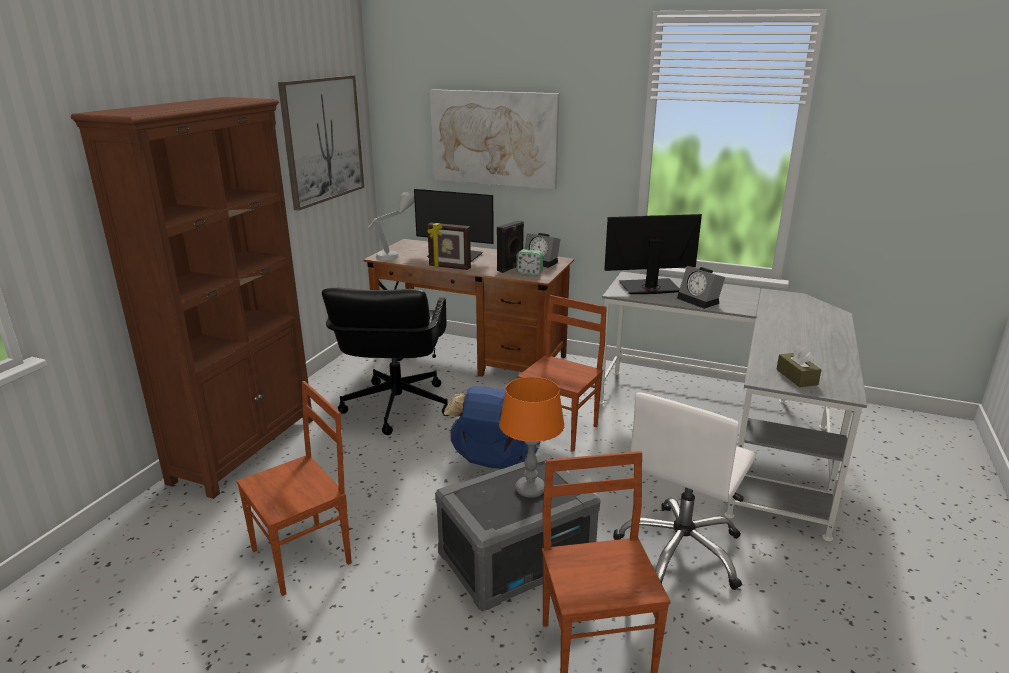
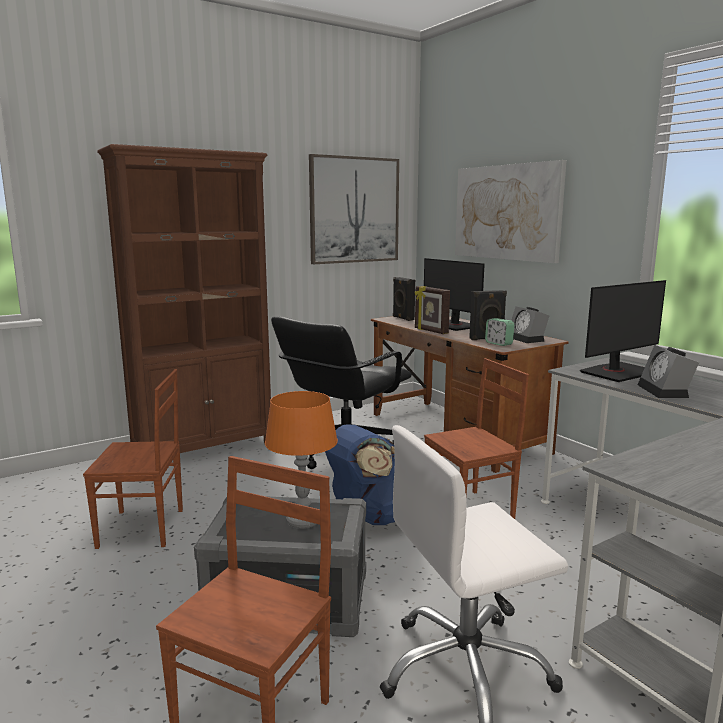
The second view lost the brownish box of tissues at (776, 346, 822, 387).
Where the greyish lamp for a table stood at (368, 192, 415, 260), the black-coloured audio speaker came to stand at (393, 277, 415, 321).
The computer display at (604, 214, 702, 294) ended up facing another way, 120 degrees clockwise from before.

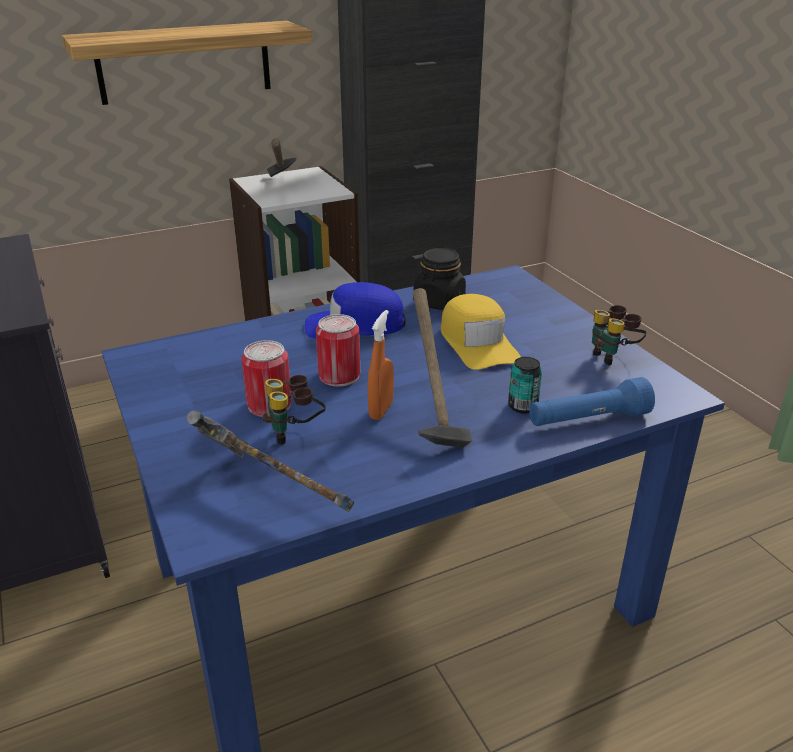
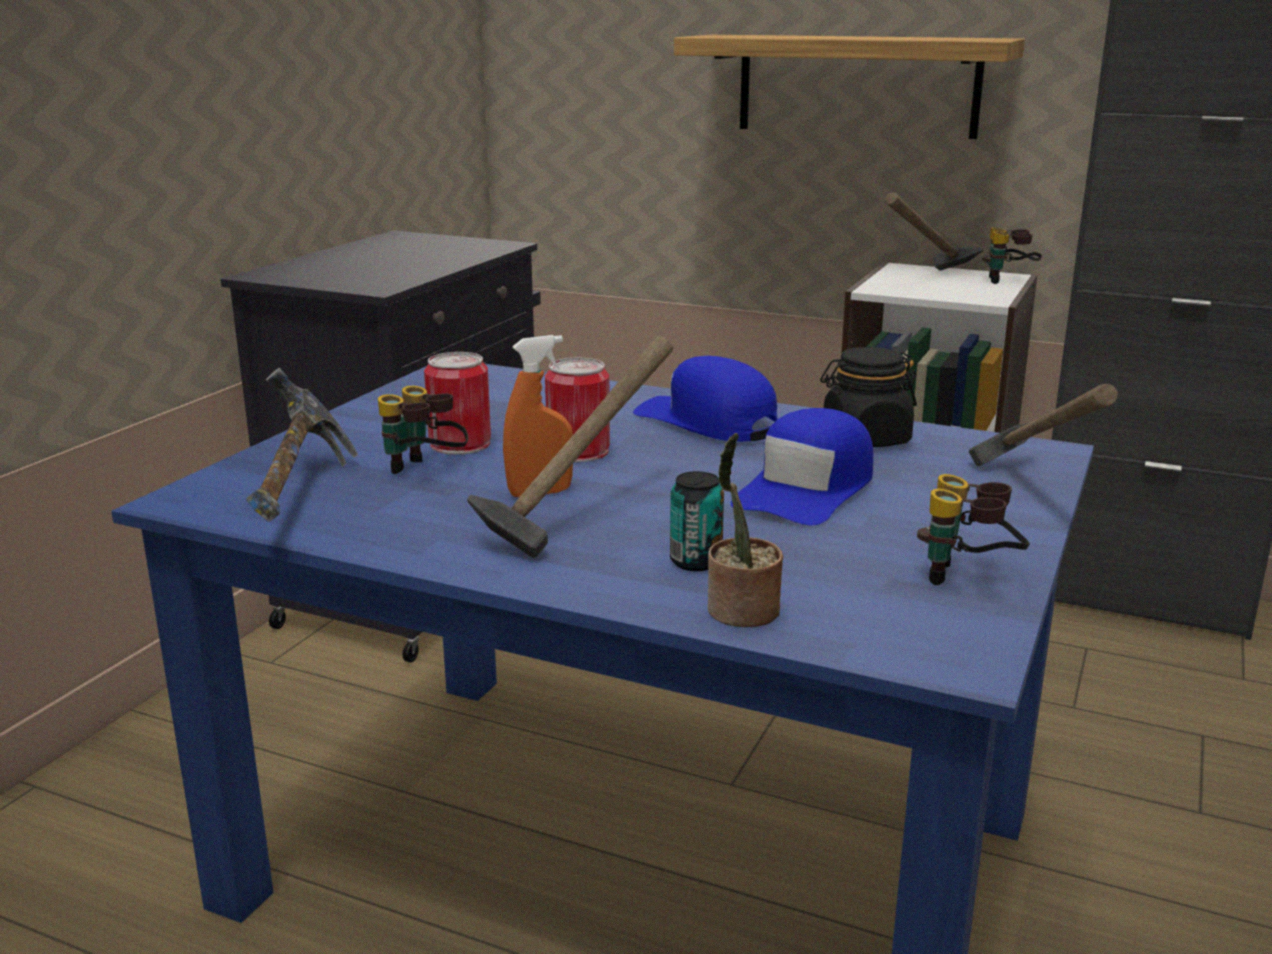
The second view gained the hammer at (968, 384, 1118, 466).
The second view gained the binoculars at (982, 227, 1042, 284).
Where the blue torch stood at (529, 377, 655, 426), the houseplant came to stand at (708, 433, 783, 627).
What was the yellow peaked cap at (441, 294, 521, 370) turned into the blue peaked cap at (731, 408, 873, 525).

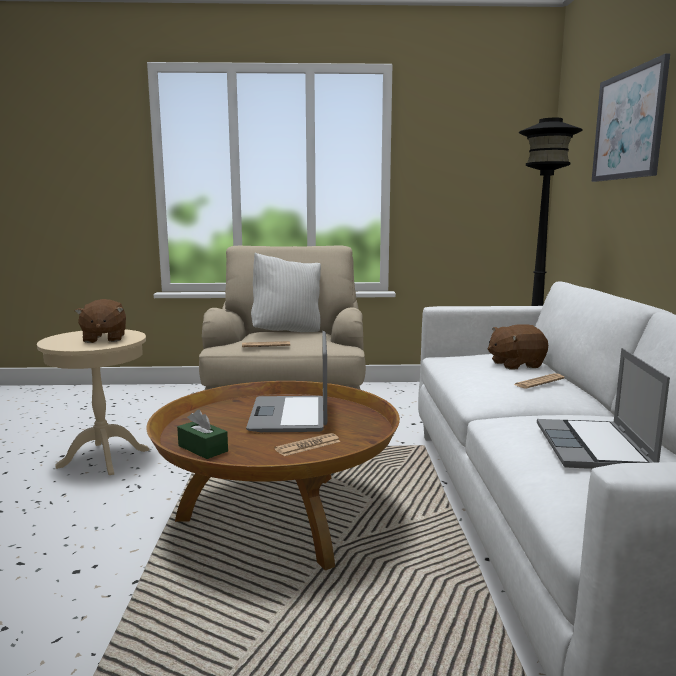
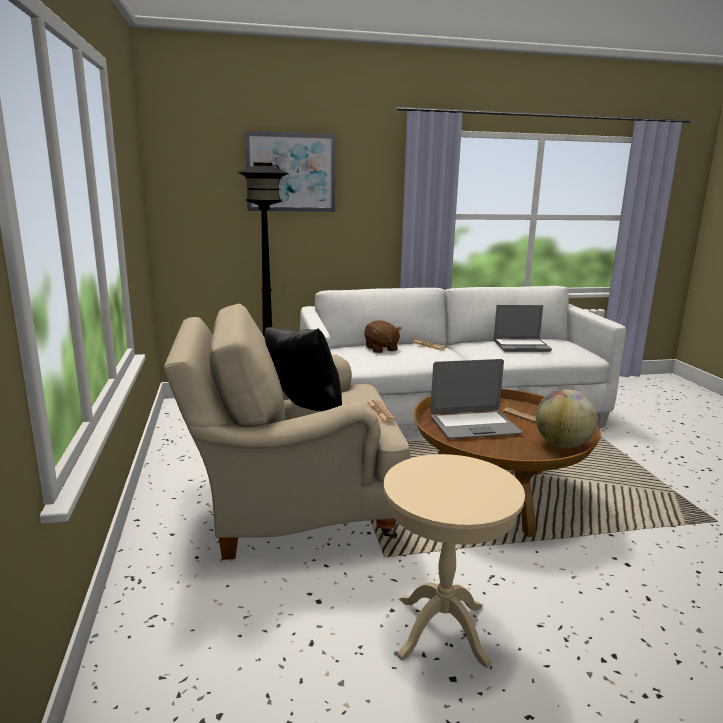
The second view lost the brownish plush toy at (75, 299, 126, 343).
Where the green box of tissues stood at (177, 409, 228, 459), the globe came to stand at (536, 389, 598, 448).
What was the white cushion at (251, 252, 321, 332) turned into the black-coloured cushion at (265, 327, 342, 411).

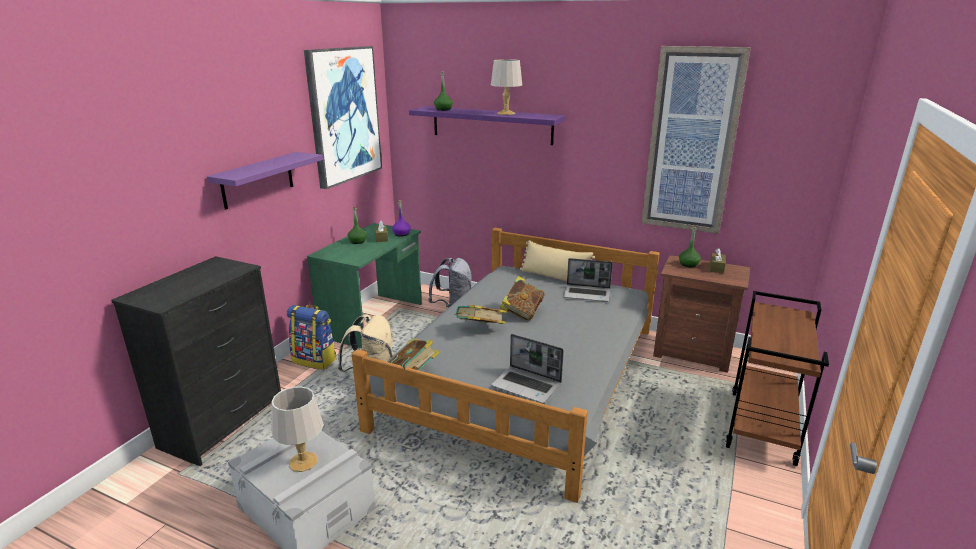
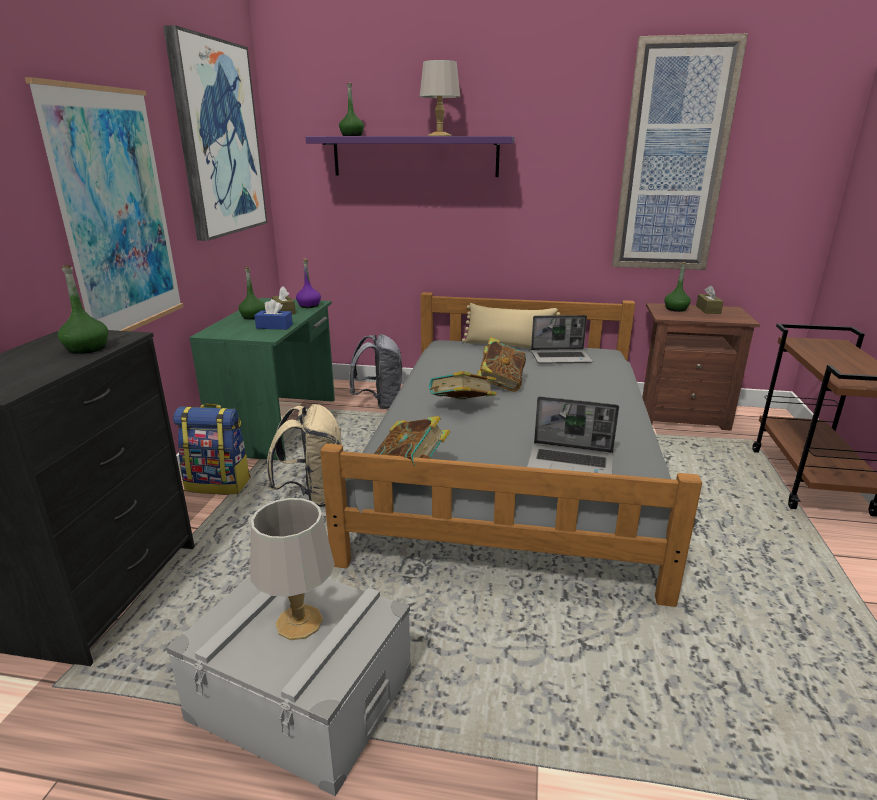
The second view gained the green bottle at (58, 265, 108, 354).
The second view gained the blue box of tissues at (254, 299, 293, 330).
Where the purple-coloured bracket shelf hung at (206, 152, 323, 210), the picture came to hang at (25, 77, 184, 331).

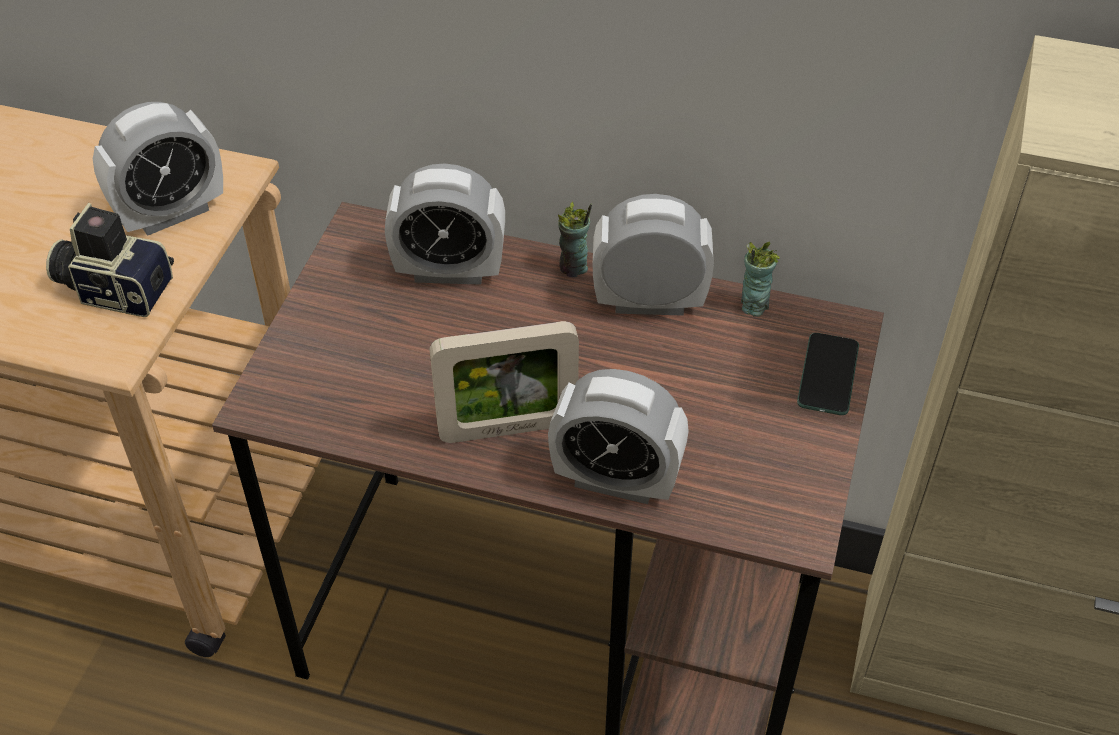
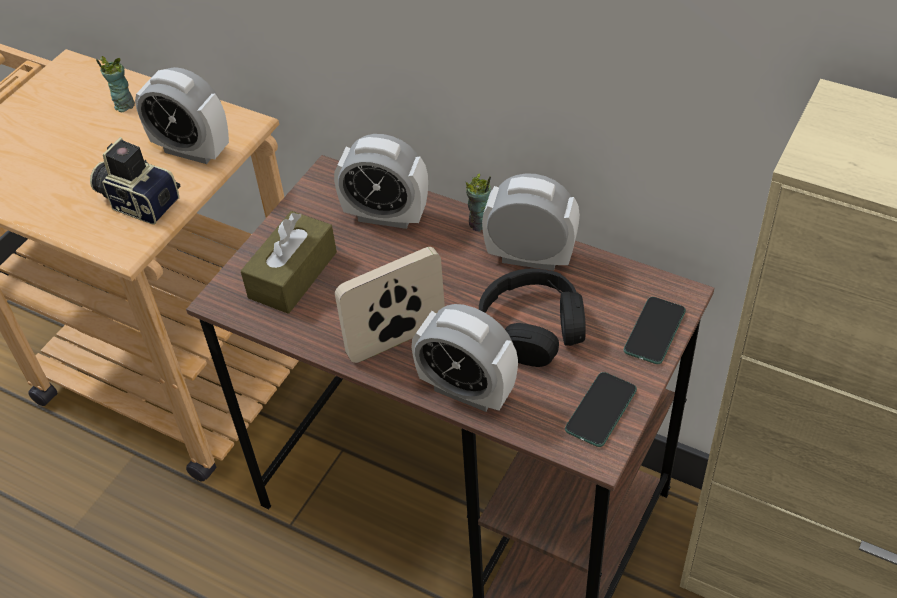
The second view gained the brownish box of tissues at (241, 211, 337, 314).
The second view gained the black-coloured headset at (479, 268, 586, 367).
The second view gained the phone at (565, 372, 637, 447).
The cup ended up elsewhere, having gone from (741, 242, 780, 317) to (96, 56, 135, 112).
The table clock at (93, 102, 223, 236) ended up facing another way, 45 degrees clockwise from before.
The picture frame at (430, 321, 579, 443) ended up facing another way, 150 degrees clockwise from before.

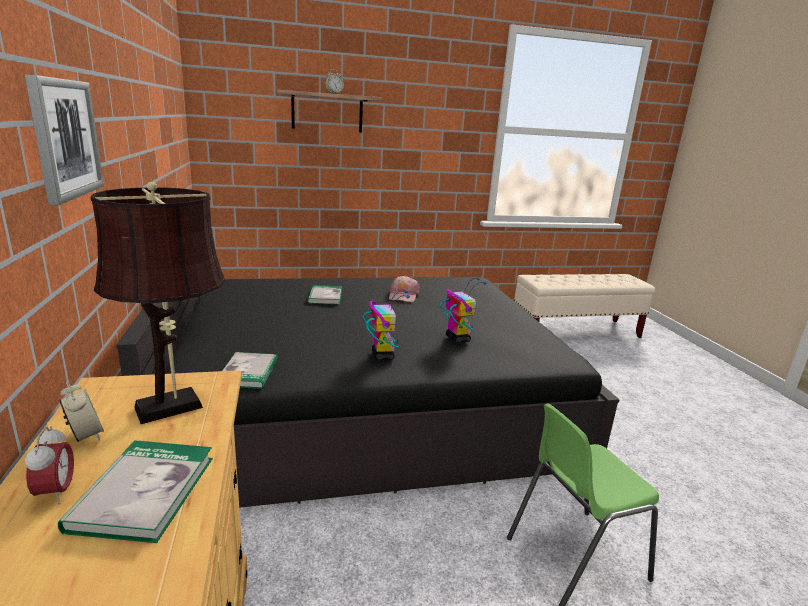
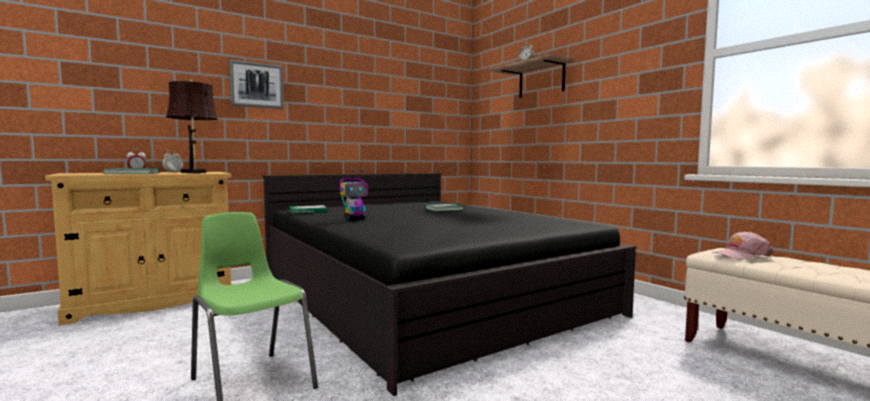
The second view lost the model robot at (440, 277, 487, 343).
The pinkish peaked cap ended up elsewhere, having gone from (389, 275, 420, 302) to (713, 231, 773, 260).

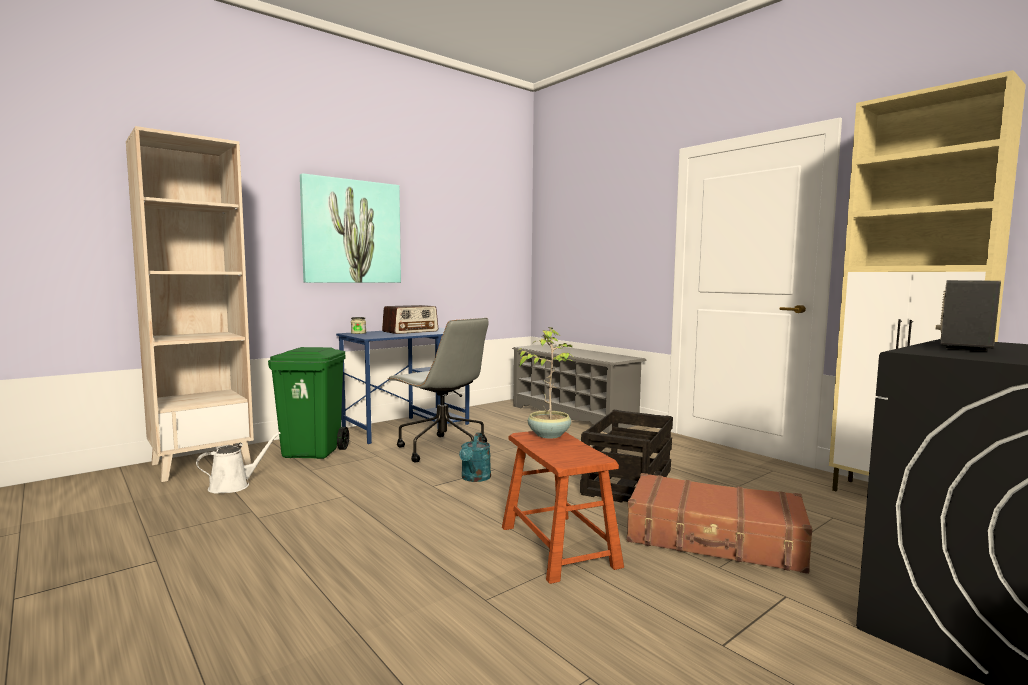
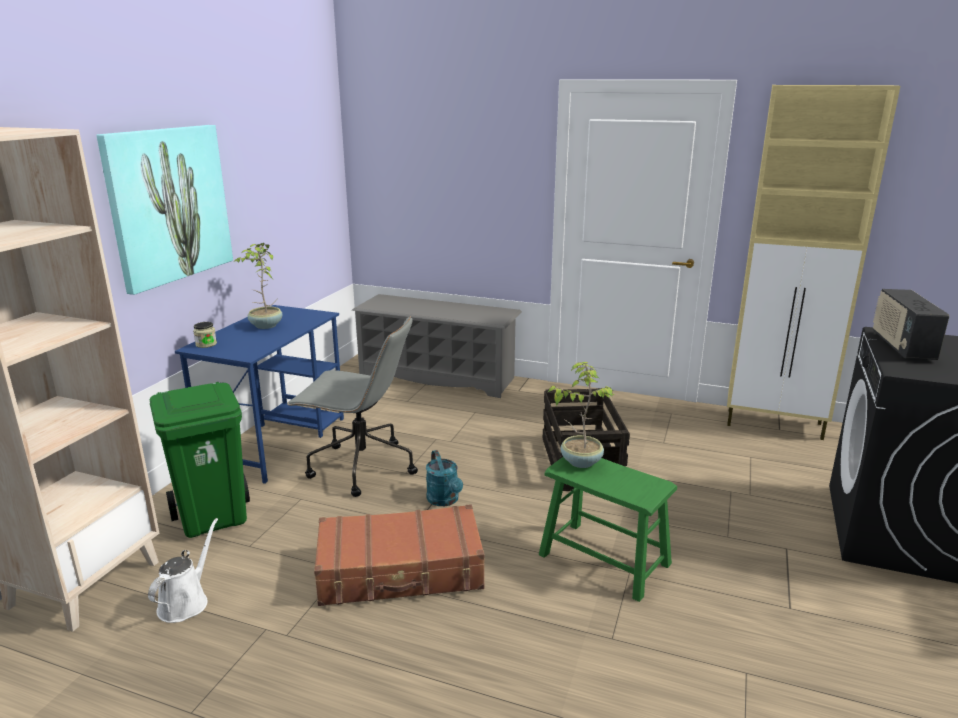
The brownish travel case ended up elsewhere, having gone from (627, 473, 812, 574) to (314, 504, 485, 606).
Where the radio stood at (382, 305, 438, 334), the houseplant came to stand at (235, 243, 282, 329).
What was the brownish sitting stool at (502, 431, 624, 584) turned into the green sitting stool at (539, 457, 677, 602).

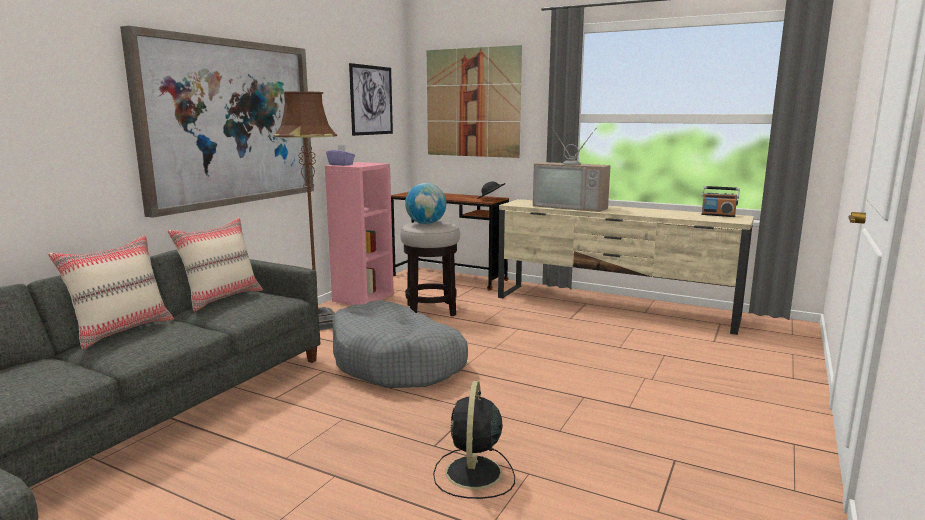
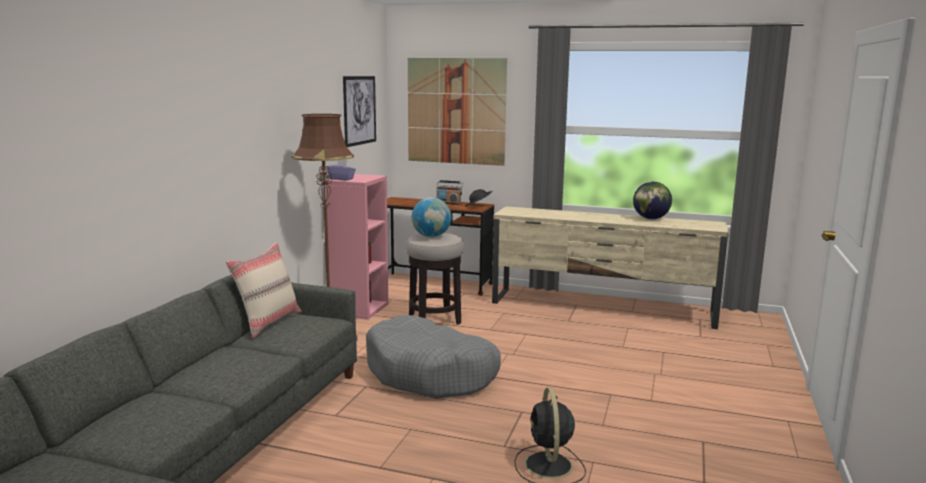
The second view lost the beige cushion at (48, 235, 174, 350).
The second view lost the picture at (120, 26, 314, 218).
The second view lost the TV set at (533, 128, 610, 212).
The second view gained the globe at (633, 182, 672, 219).
The radio ended up elsewhere, having gone from (701, 186, 740, 217) to (436, 180, 463, 205).

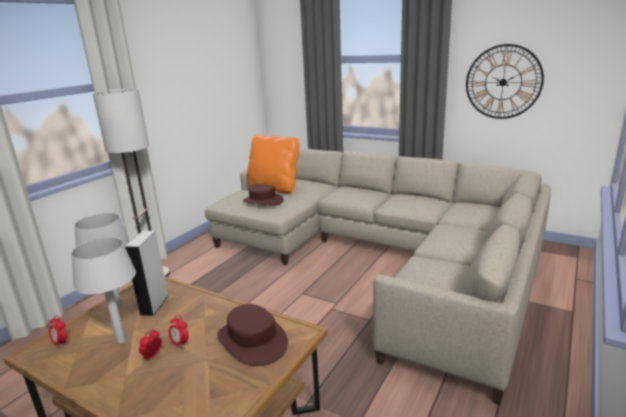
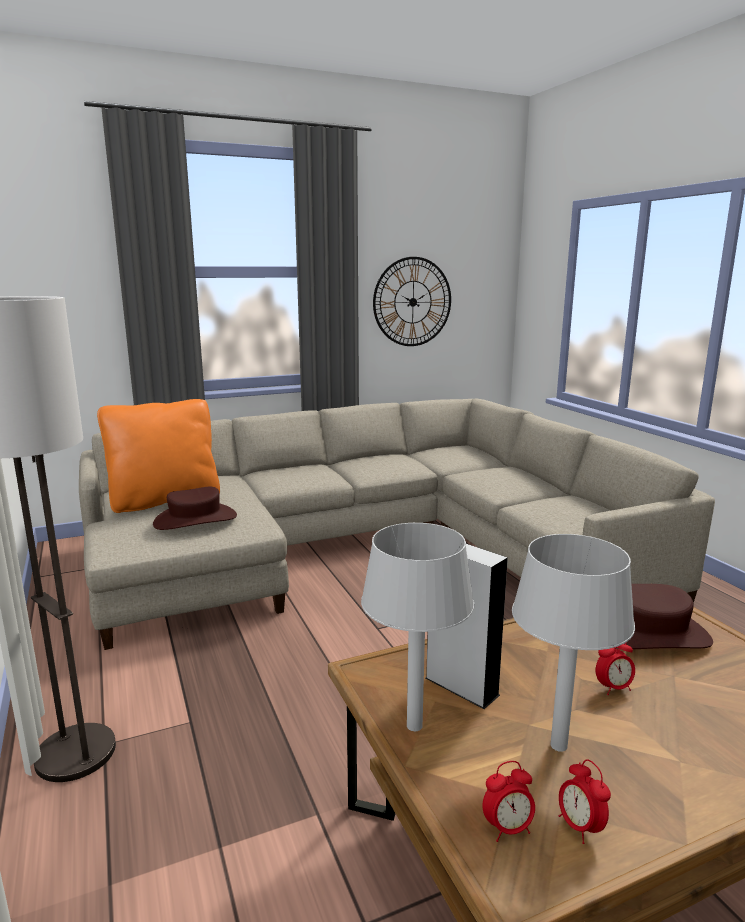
The table clock ended up elsewhere, having gone from (139, 329, 162, 360) to (558, 759, 611, 844).

